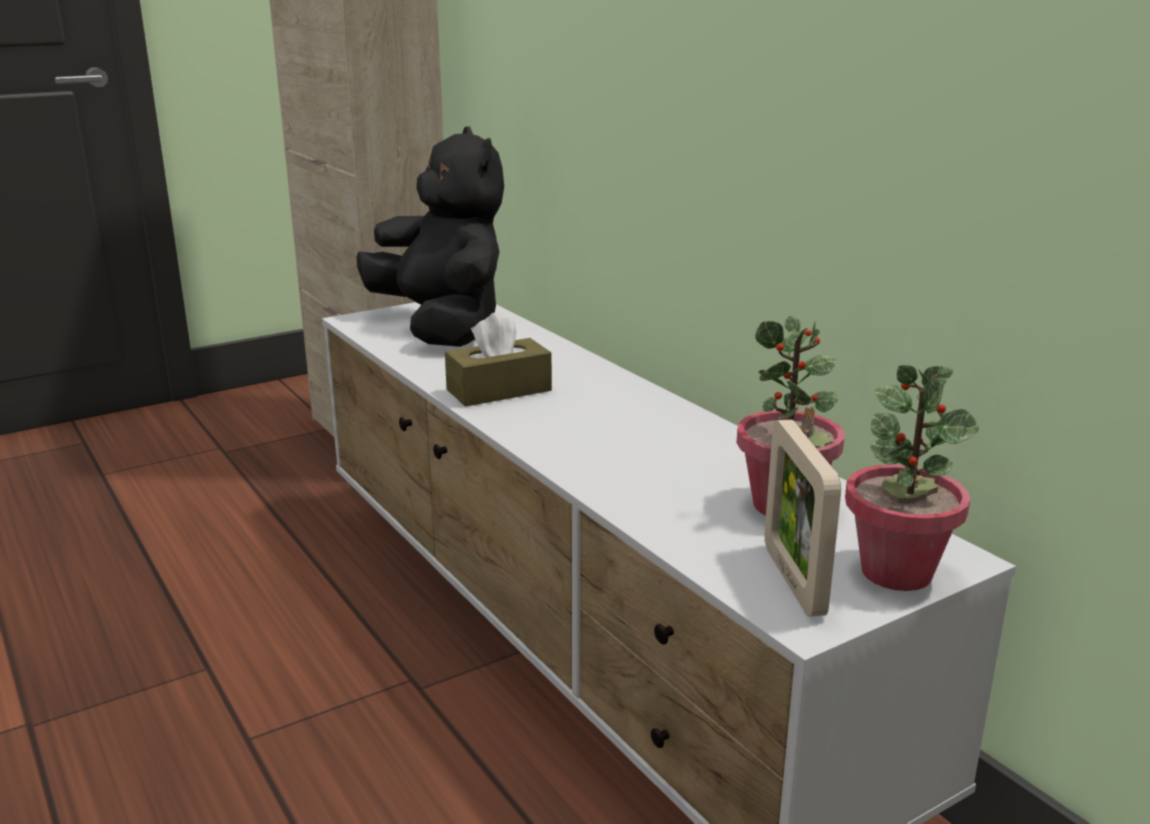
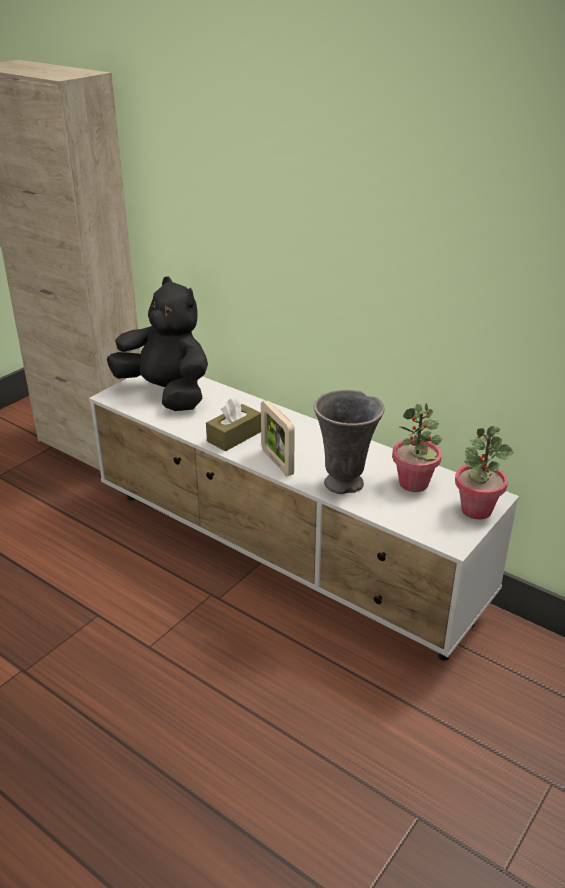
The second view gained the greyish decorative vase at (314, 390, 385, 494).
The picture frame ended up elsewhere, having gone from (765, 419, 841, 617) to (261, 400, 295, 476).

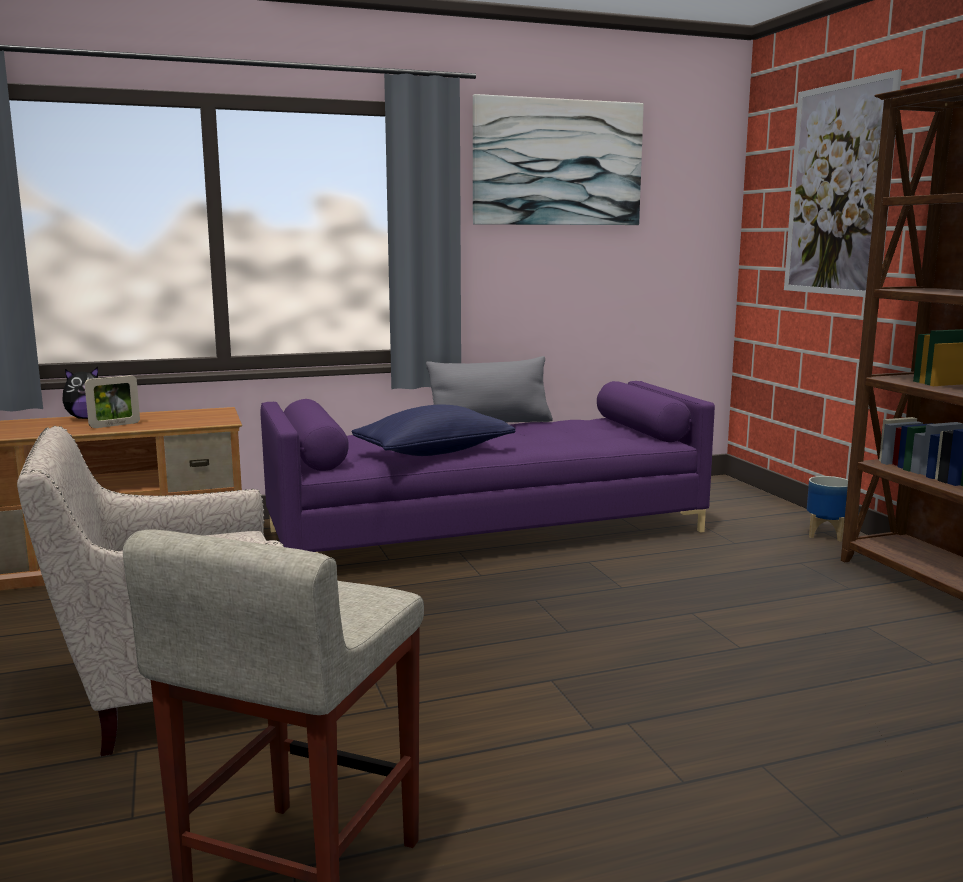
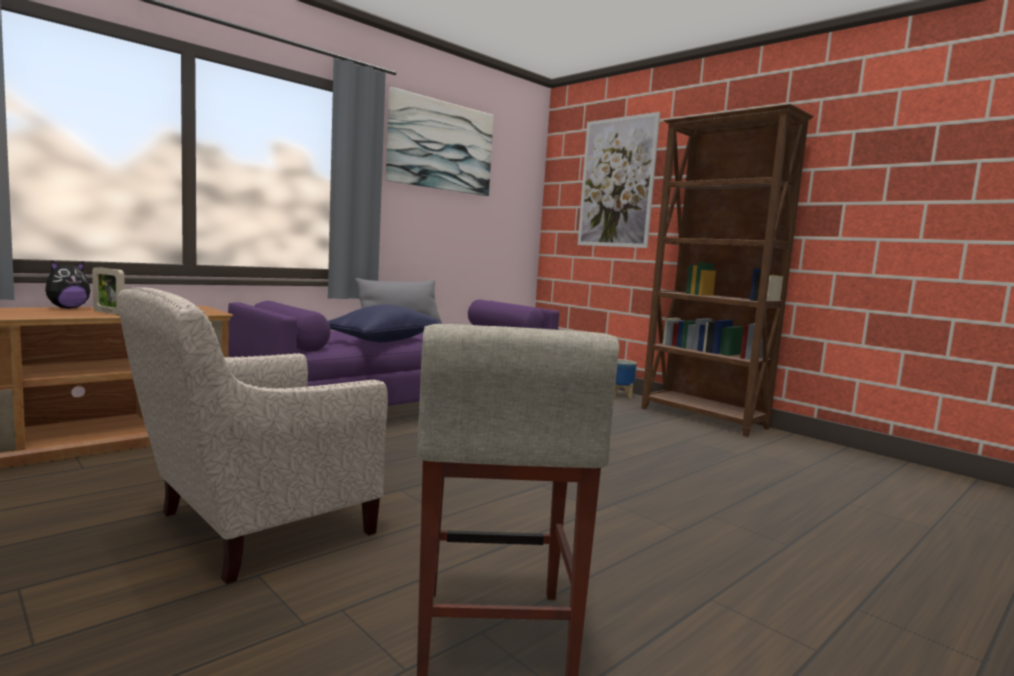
The picture frame at (85, 375, 140, 428) ended up facing another way, 90 degrees clockwise from before.

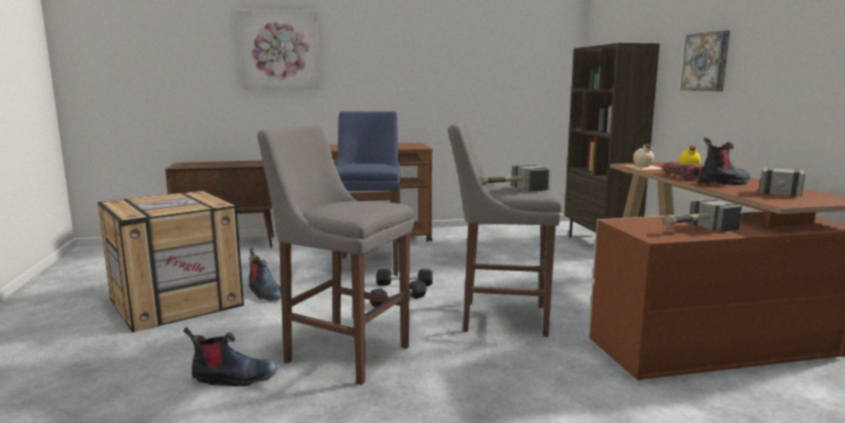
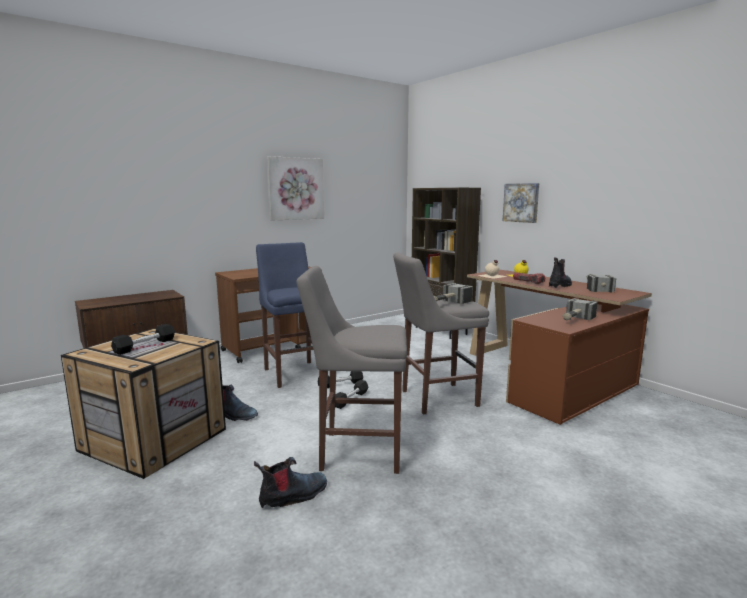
The second view gained the black-coloured dumbbell at (111, 324, 175, 355).
The picture ended up elsewhere, having gone from (237, 9, 320, 89) to (267, 156, 324, 221).

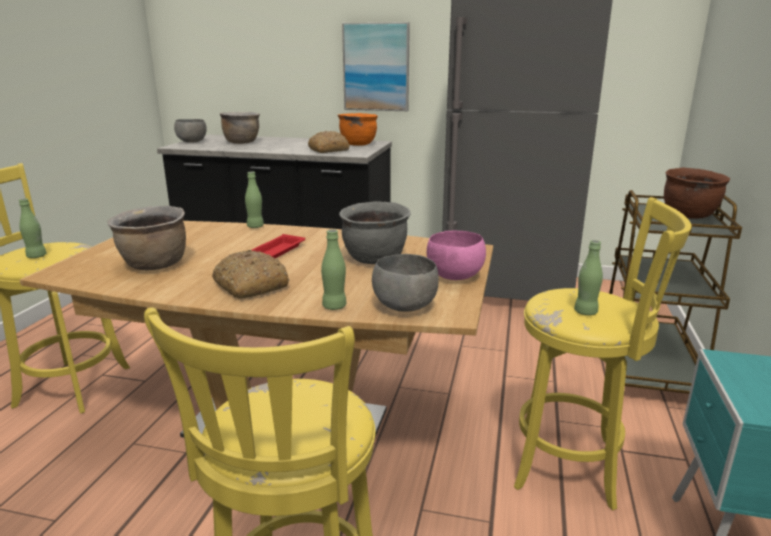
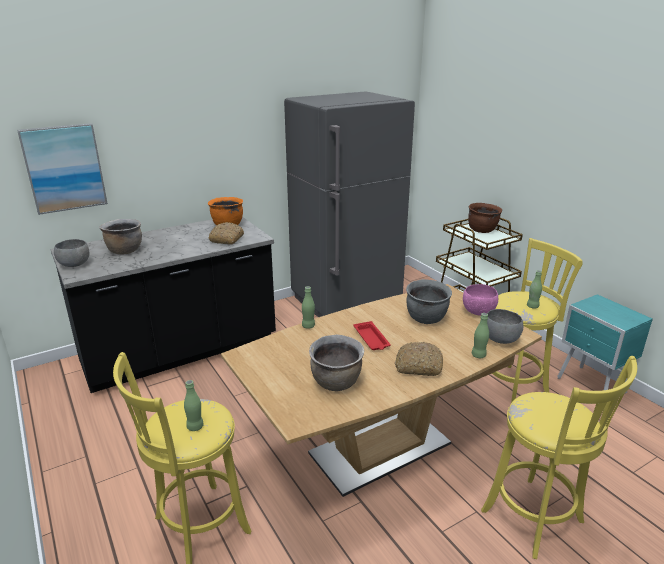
The picture ended up elsewhere, having gone from (342, 22, 410, 111) to (17, 123, 108, 215).

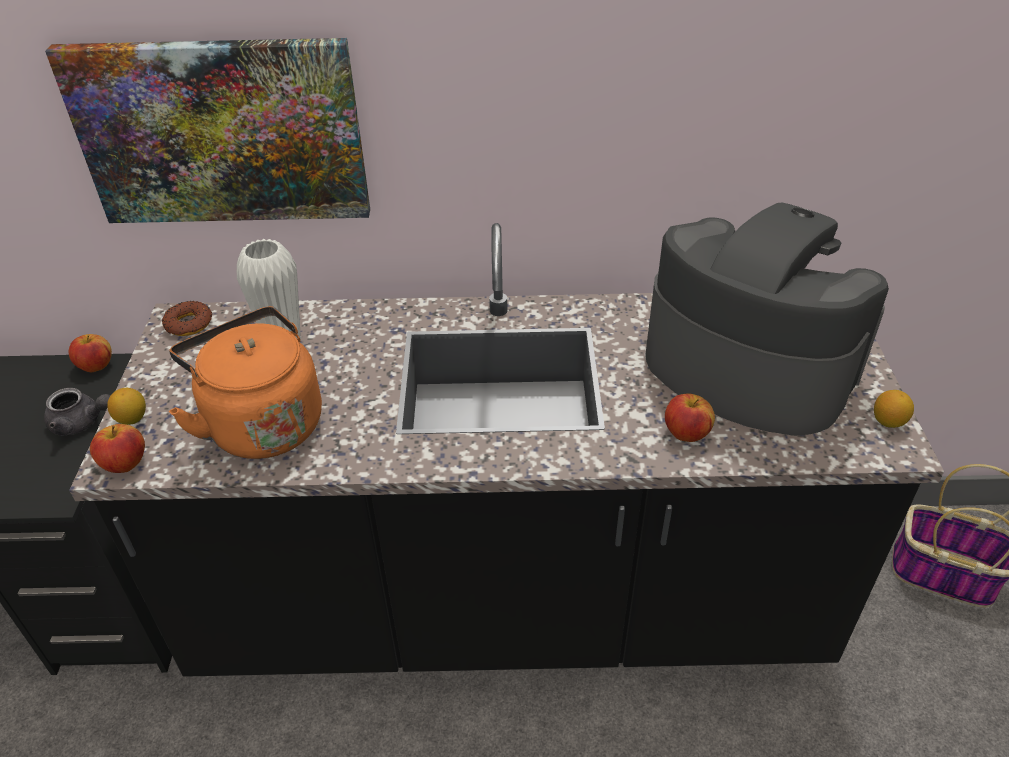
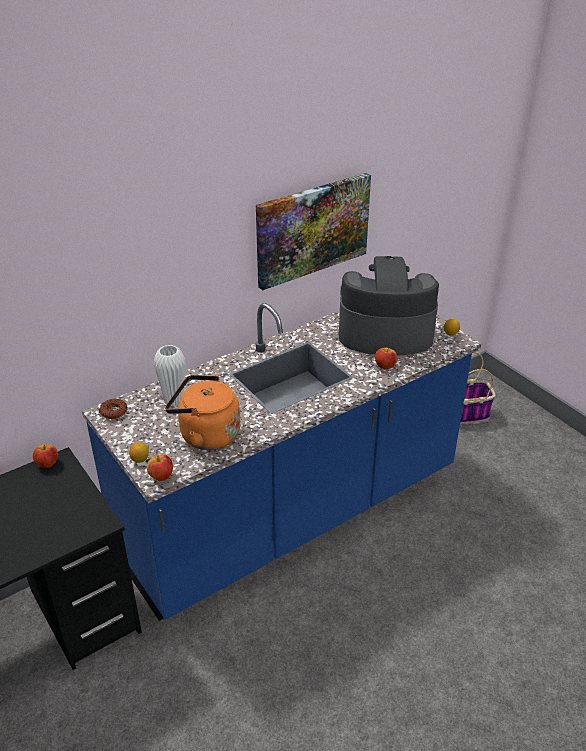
The second view lost the greyish pot for tea at (44, 388, 111, 436).
The picture ended up elsewhere, having gone from (45, 38, 370, 223) to (256, 173, 371, 290).
What was the black-coloured counter at (69, 223, 944, 677) turned into the blue counter at (82, 303, 482, 621).

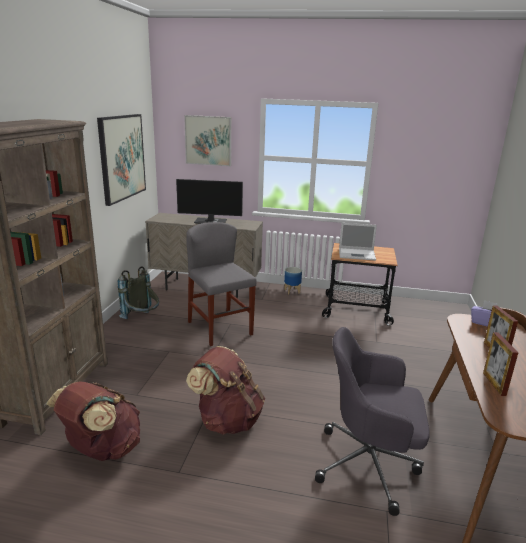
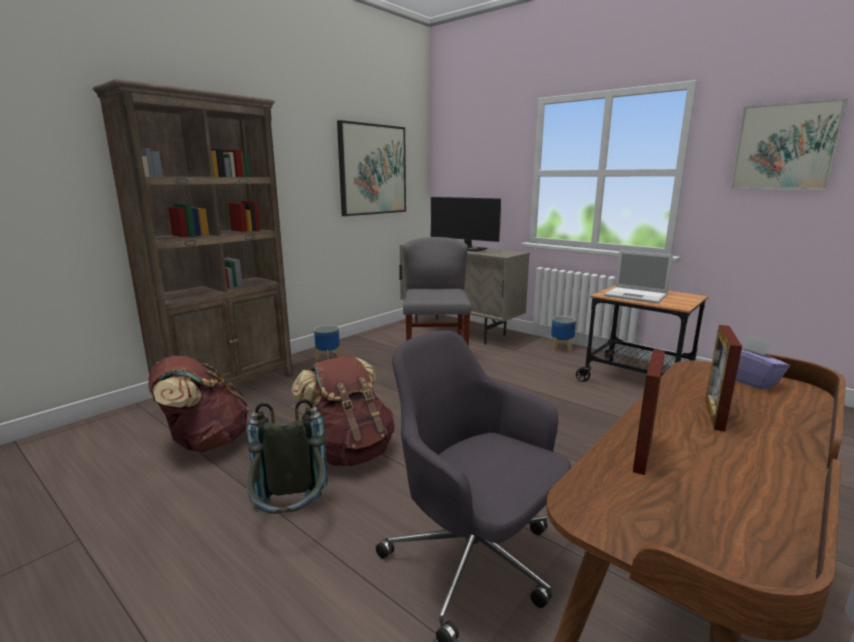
The second view gained the plant pot at (314, 325, 340, 361).
The greyish rucksack ended up elsewhere, having gone from (118, 266, 159, 319) to (247, 399, 328, 514).
The picture ended up elsewhere, having gone from (184, 115, 231, 166) to (730, 98, 848, 190).

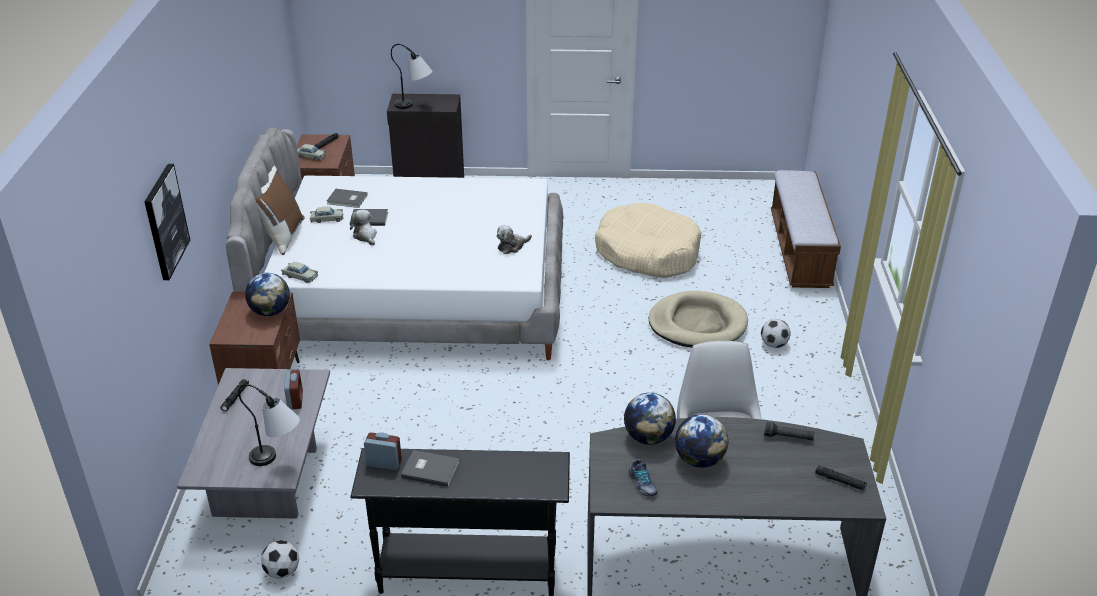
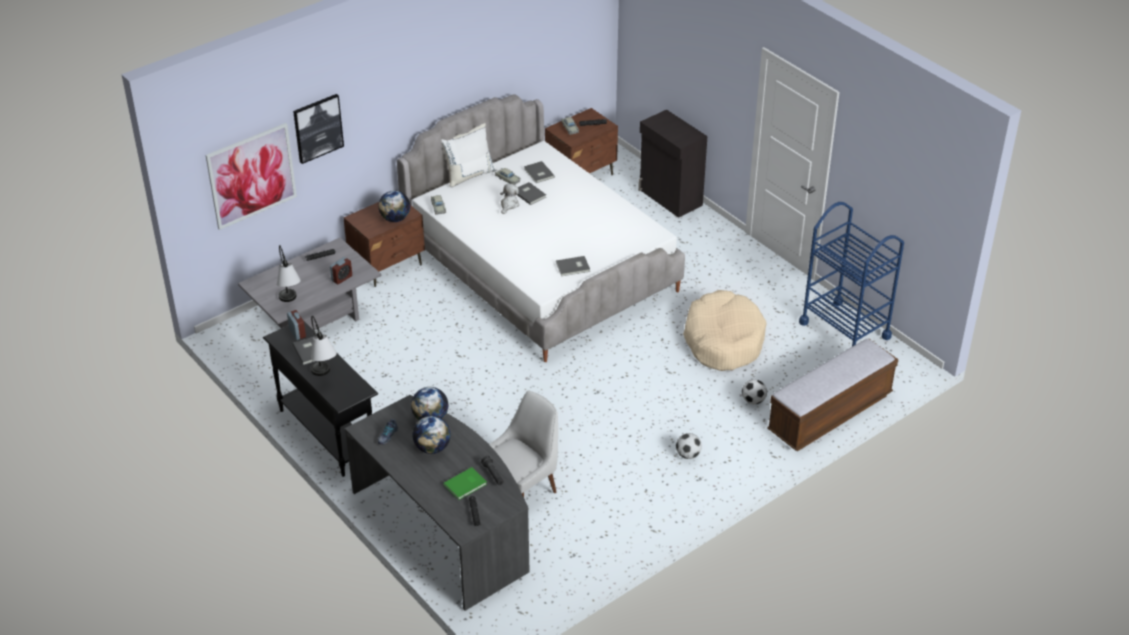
The second view lost the beige pet bed at (649, 291, 748, 348).
The second view gained the picture at (206, 123, 297, 230).
The second view gained the green book at (443, 467, 487, 500).
The second view gained the blue wheeled cart at (799, 202, 904, 346).
The football ball ended up elsewhere, having gone from (261, 540, 299, 579) to (742, 379, 767, 404).
The lamp for a table ended up elsewhere, having gone from (391, 44, 432, 109) to (311, 316, 337, 376).
Where the plush toy stood at (496, 225, 532, 254), the greyish book came to stand at (556, 256, 590, 276).
What was the brownish cushion at (255, 166, 305, 255) turned into the white cushion at (441, 123, 497, 188).

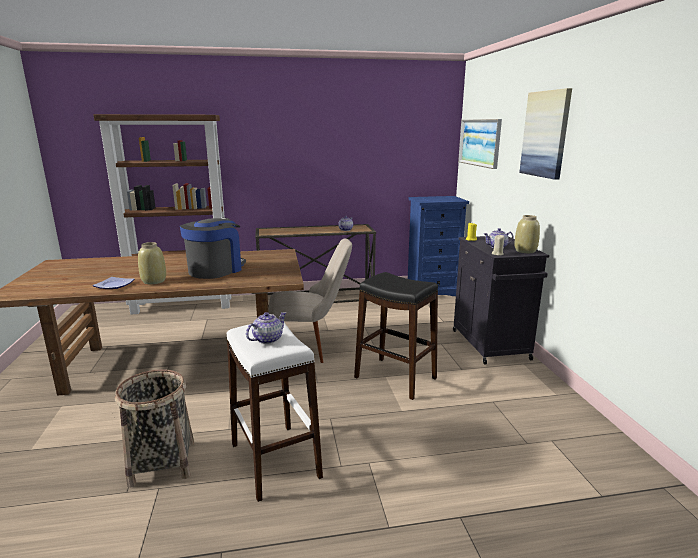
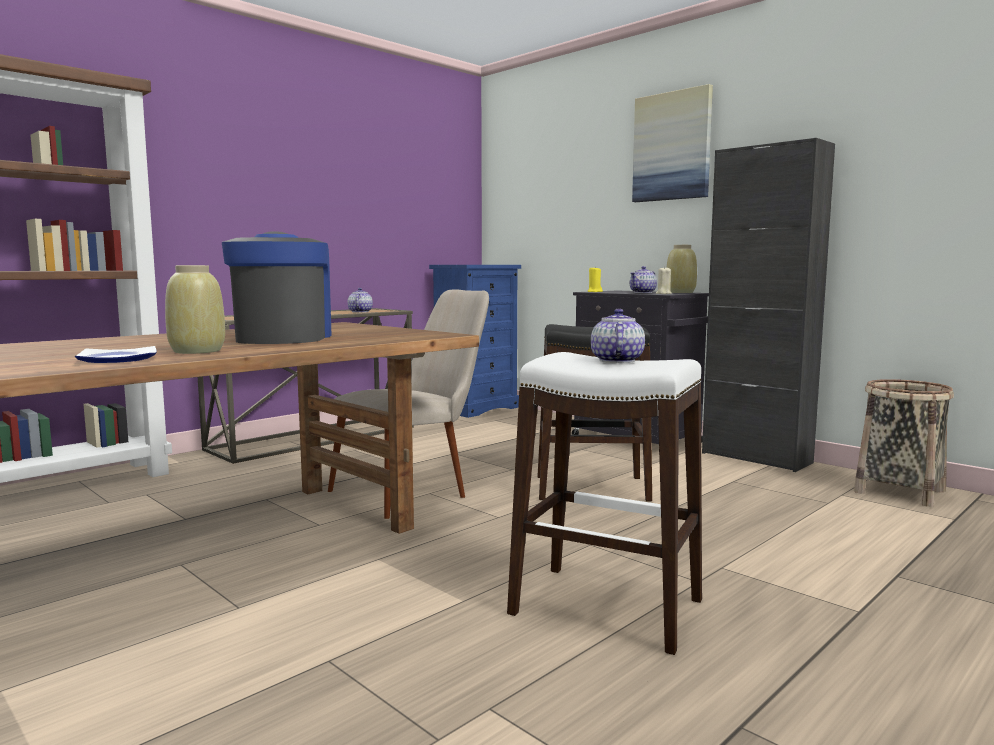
The second view lost the picture at (458, 119, 502, 169).
The second view gained the black-coloured cupboard at (702, 138, 835, 472).
The storage basket ended up elsewhere, having gone from (115, 369, 194, 488) to (854, 379, 954, 507).

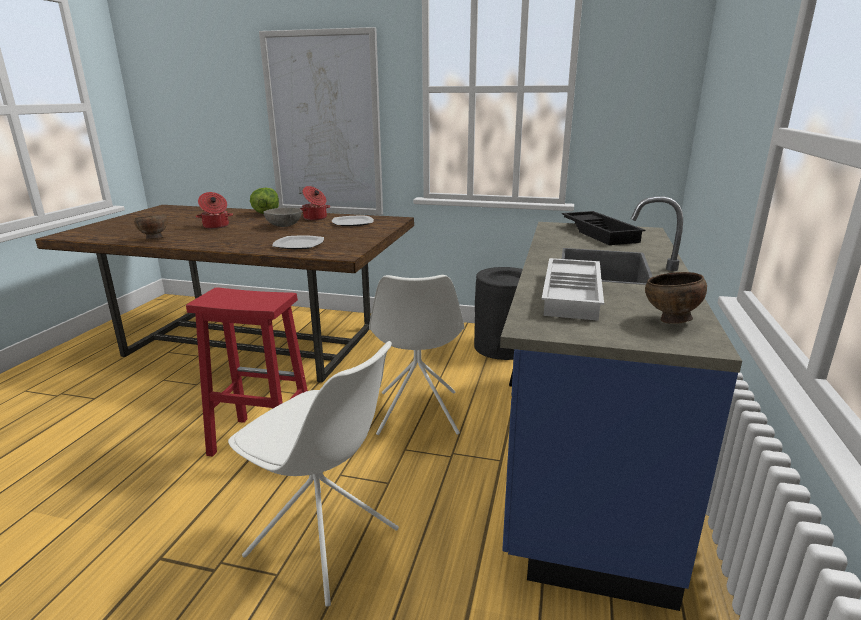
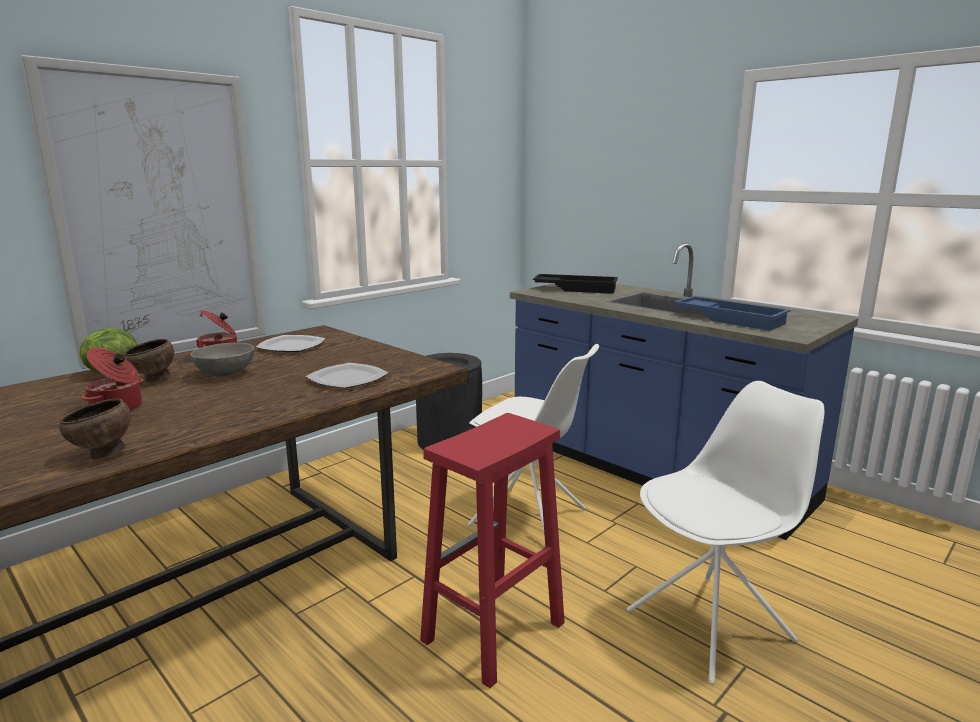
The brownish bowl ended up elsewhere, having gone from (645, 272, 707, 324) to (124, 339, 174, 383).
What was the white serving tray at (542, 258, 604, 321) turned into the blue serving tray at (674, 296, 791, 331).

